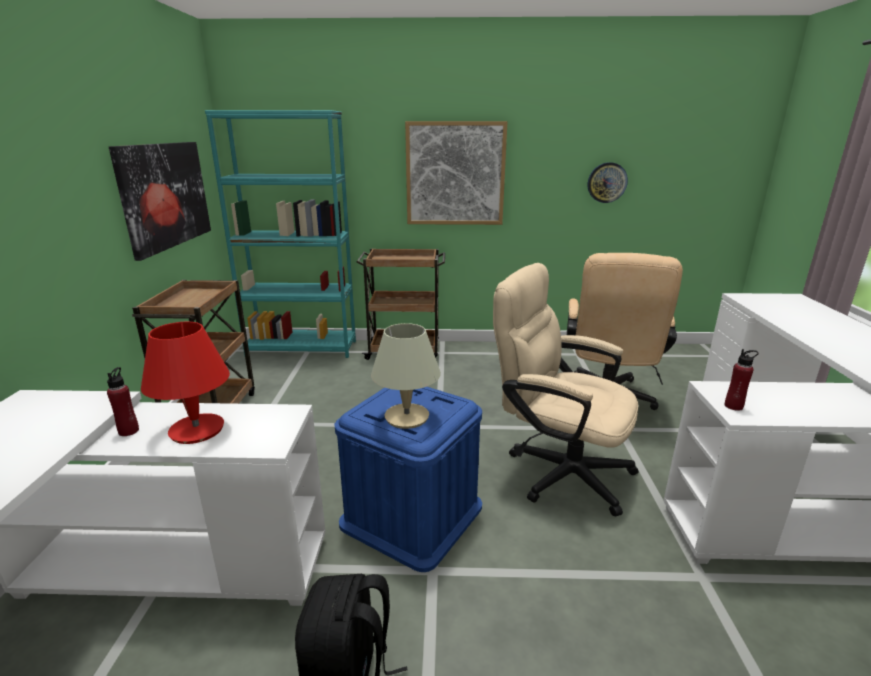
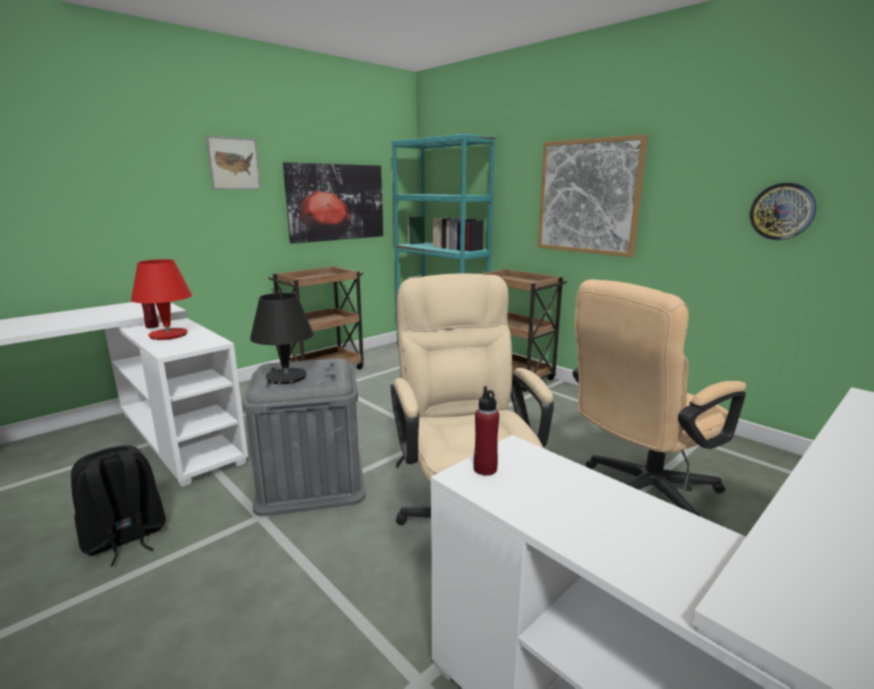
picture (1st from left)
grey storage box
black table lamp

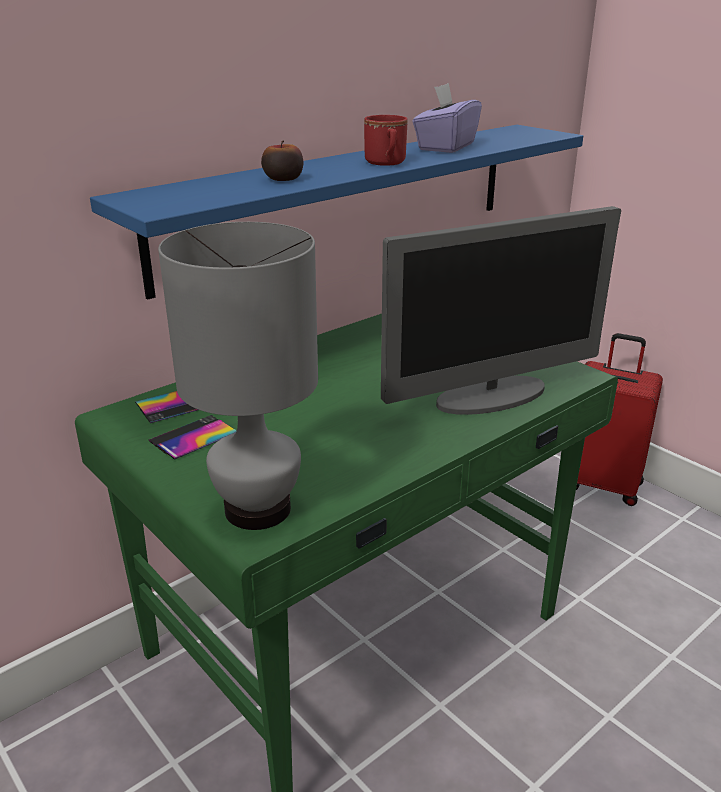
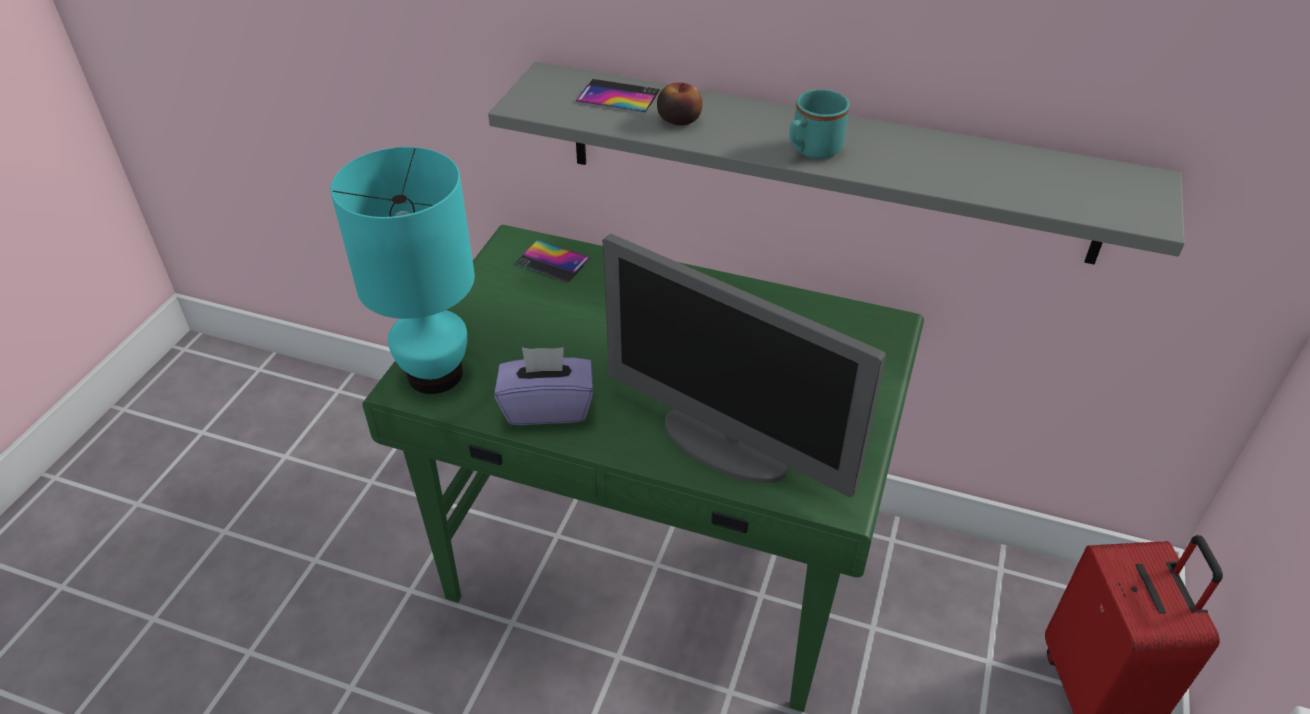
phone (2nd from left)
purple tissue box
grey shelf
turquoise table lamp
turquoise mug

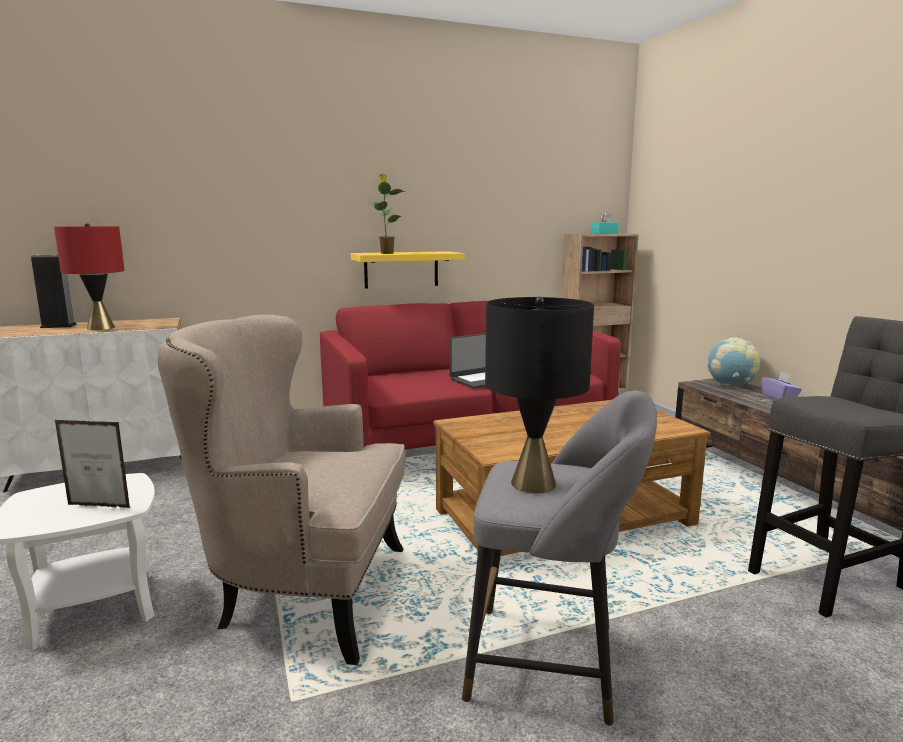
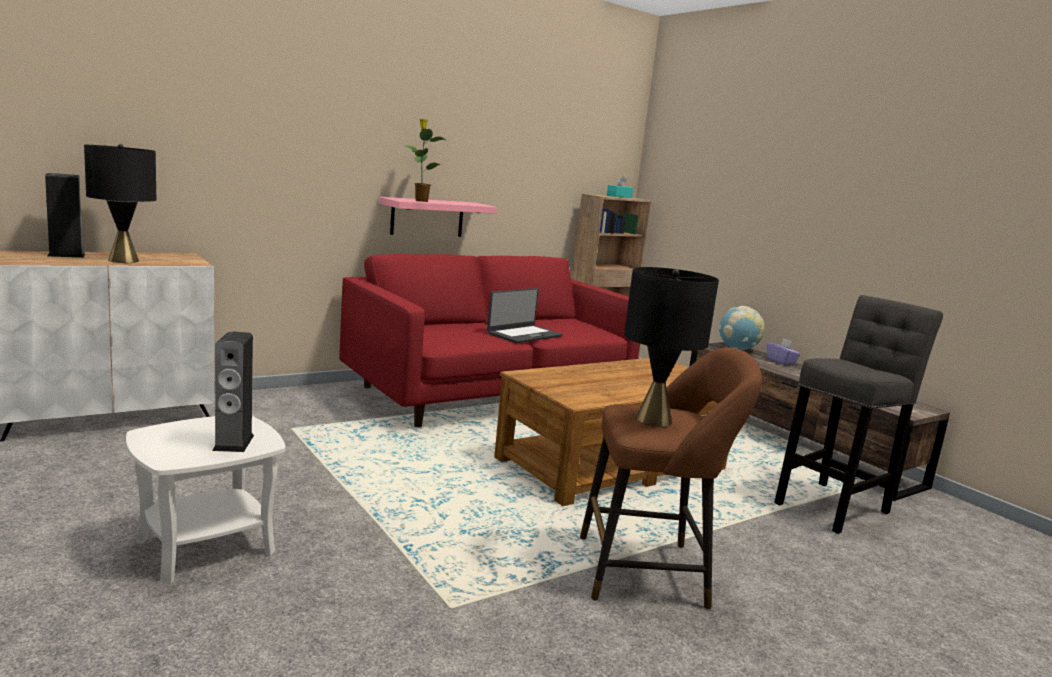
beige armchair
speaker (2nd from left)
black table lamp (1st from left)
pink shelf
brown stool

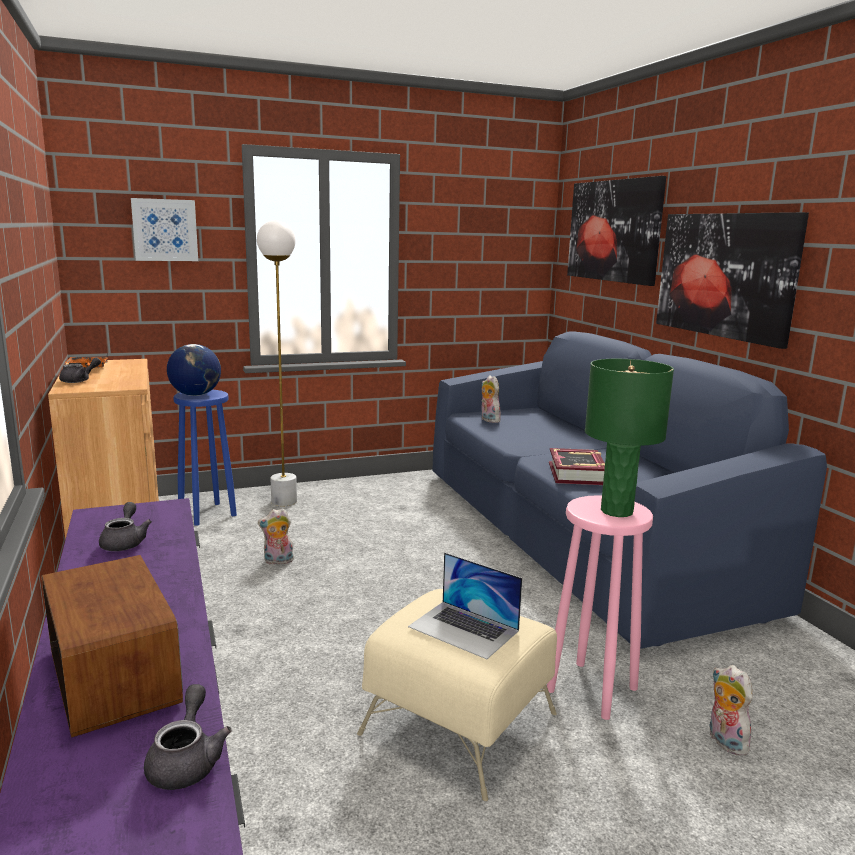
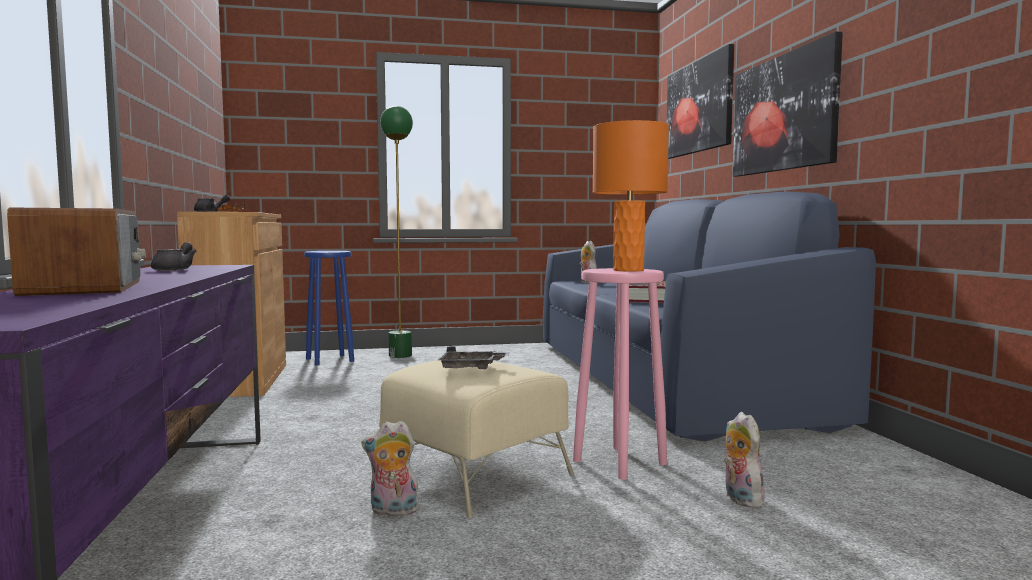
picture (1st from left in the first image)
grey teapot (3rd from left in the first image)
globe
plush toy (1st from left)
grey tray
green floor lamp
orange table lamp

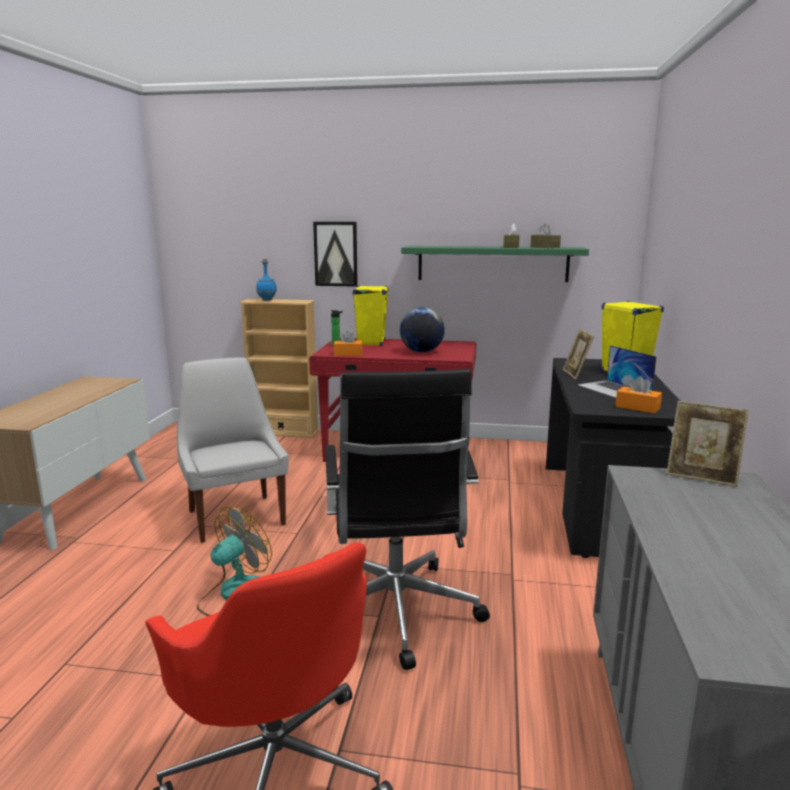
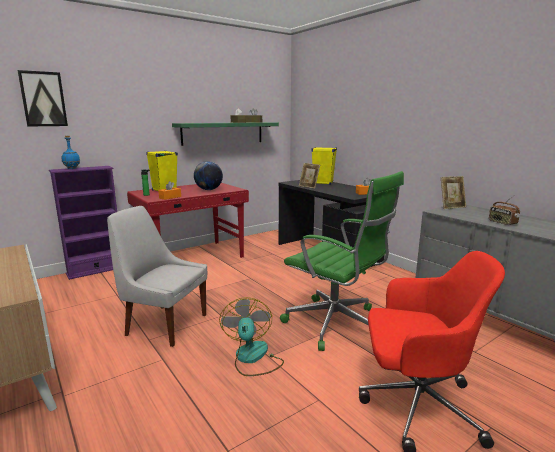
laptop
radio
picture
purple bookcase
green office chair

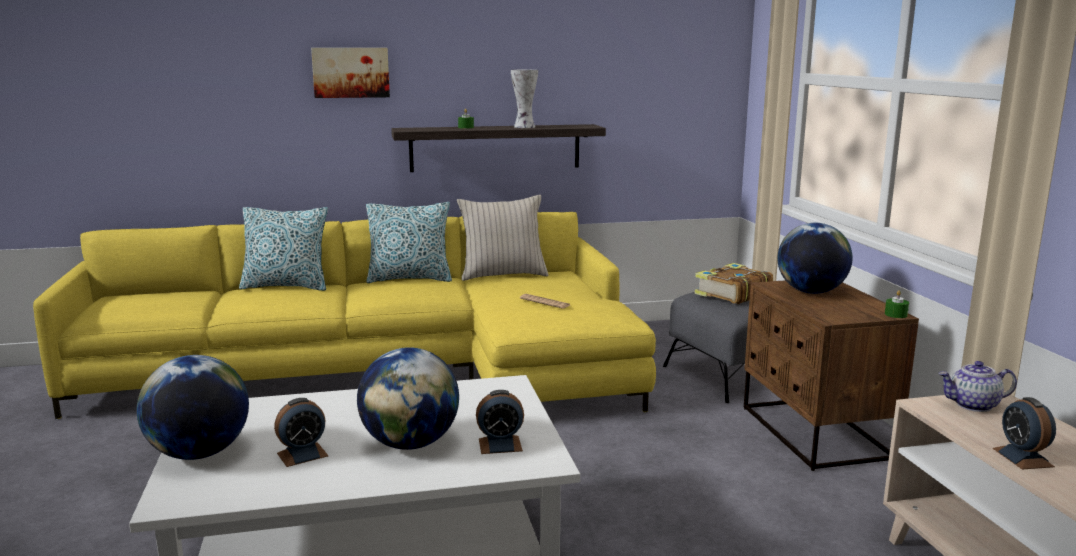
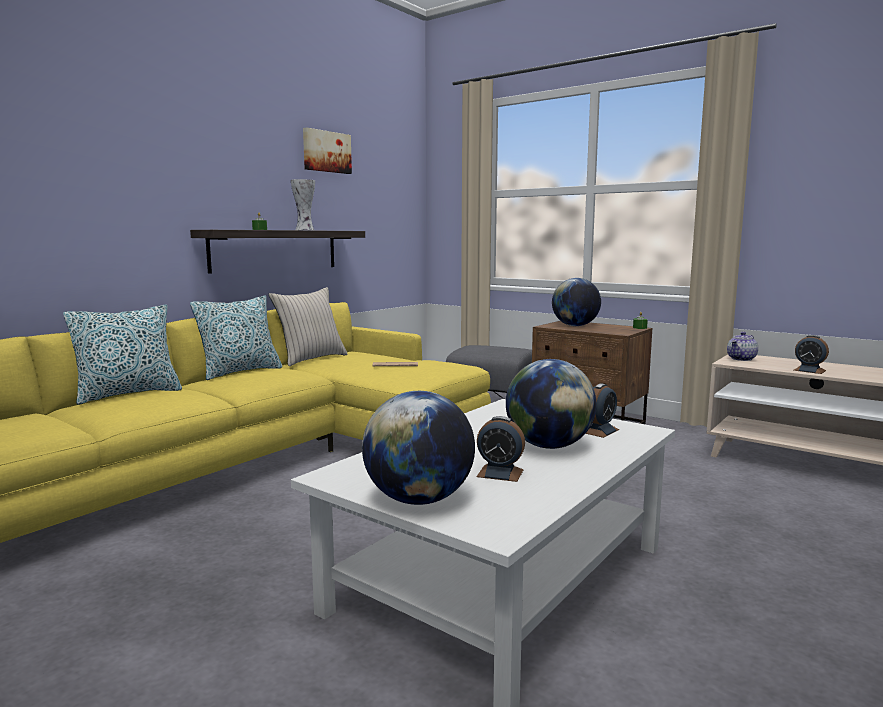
book
picture
alarm clock (1st from left)

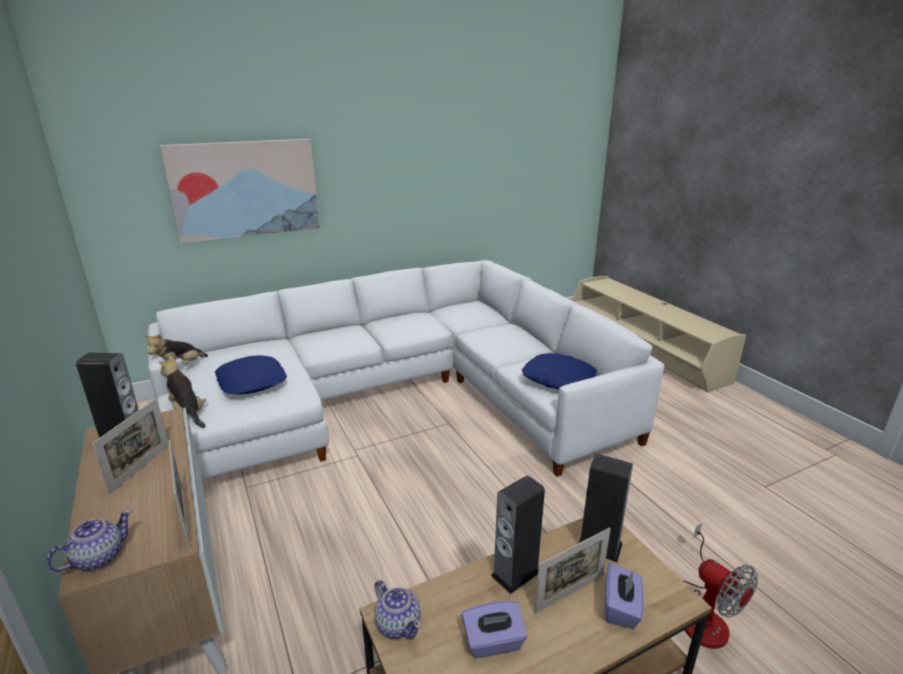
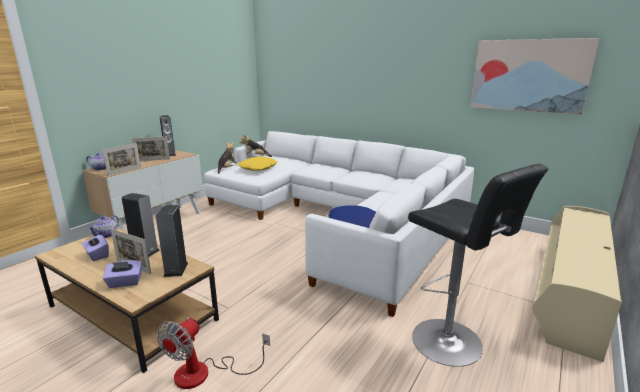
black stool
picture
yellow pillow

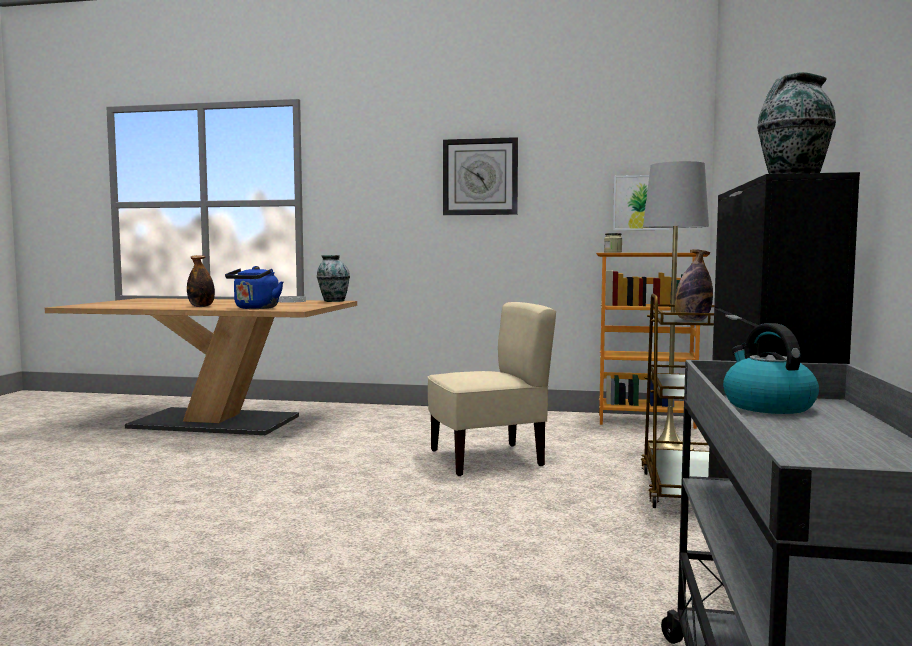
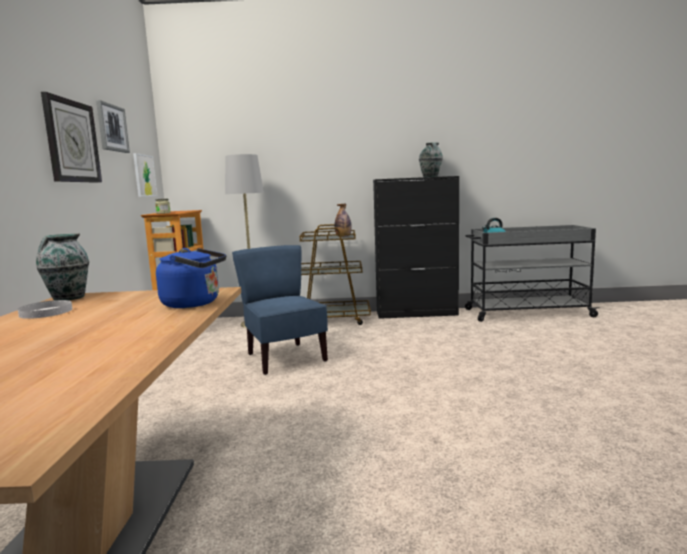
bottle (1st from left in the first image)
picture (1st from left)
blue chair

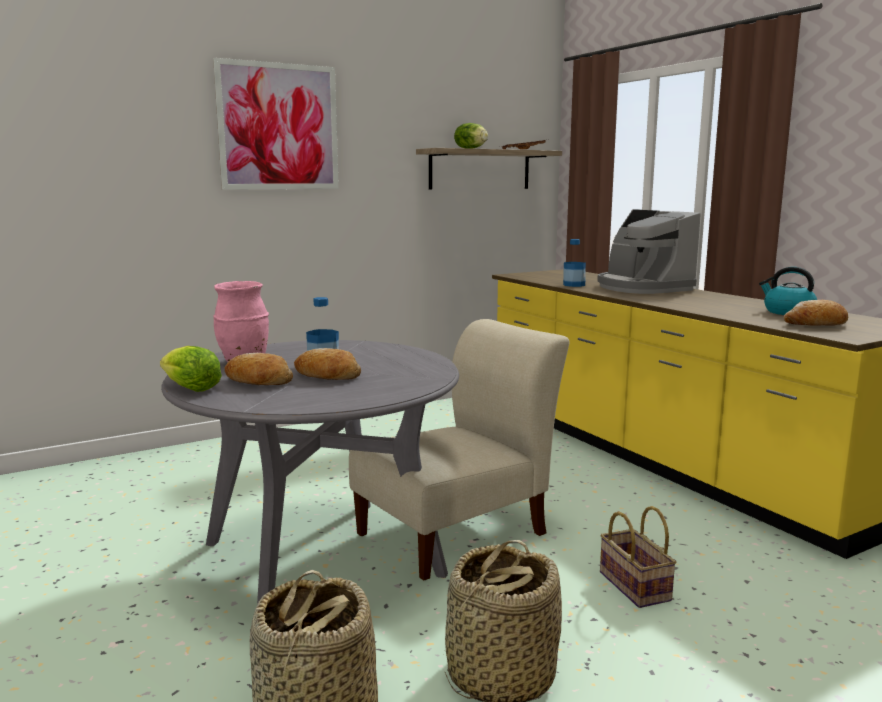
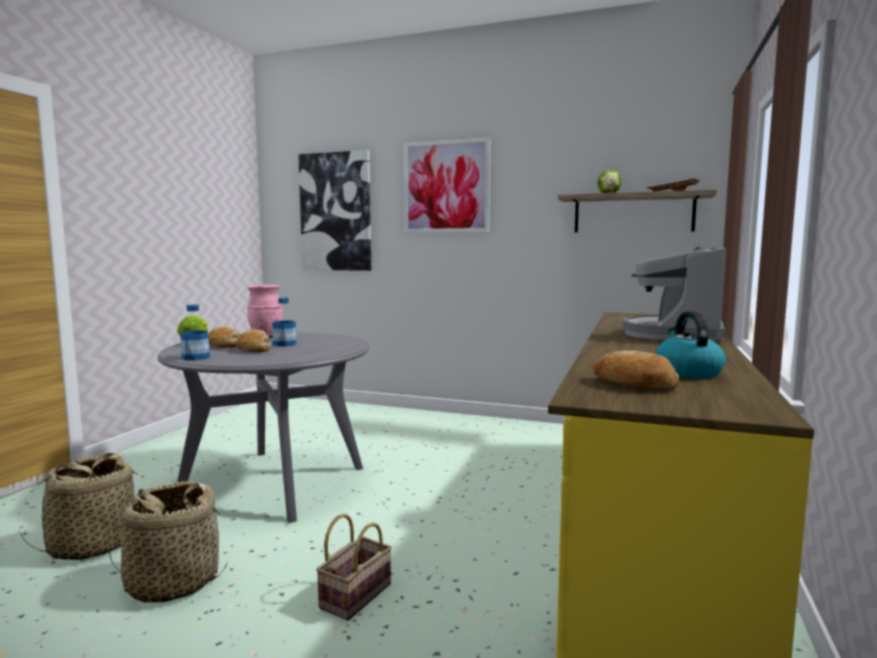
beige chair
picture (1st from left)
bottle (1st from left)

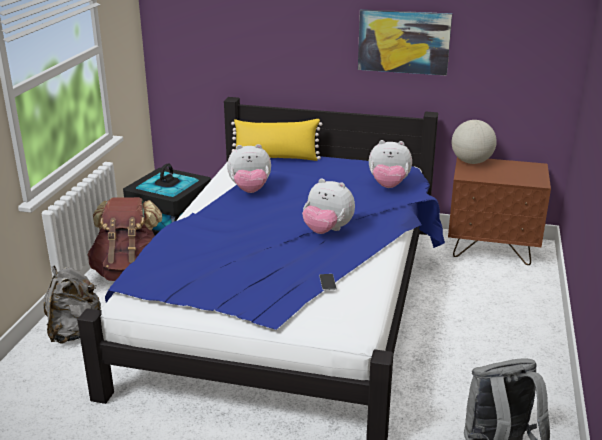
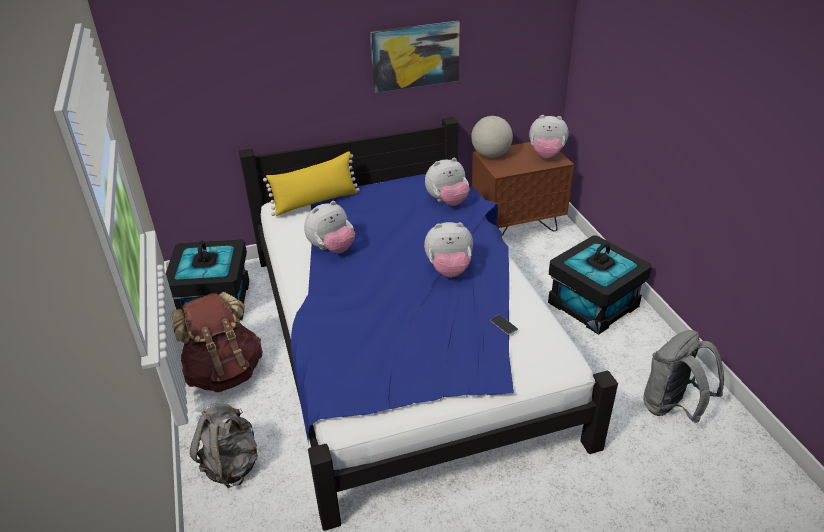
plush toy (4th from left)
black storage box (2nd from left)

